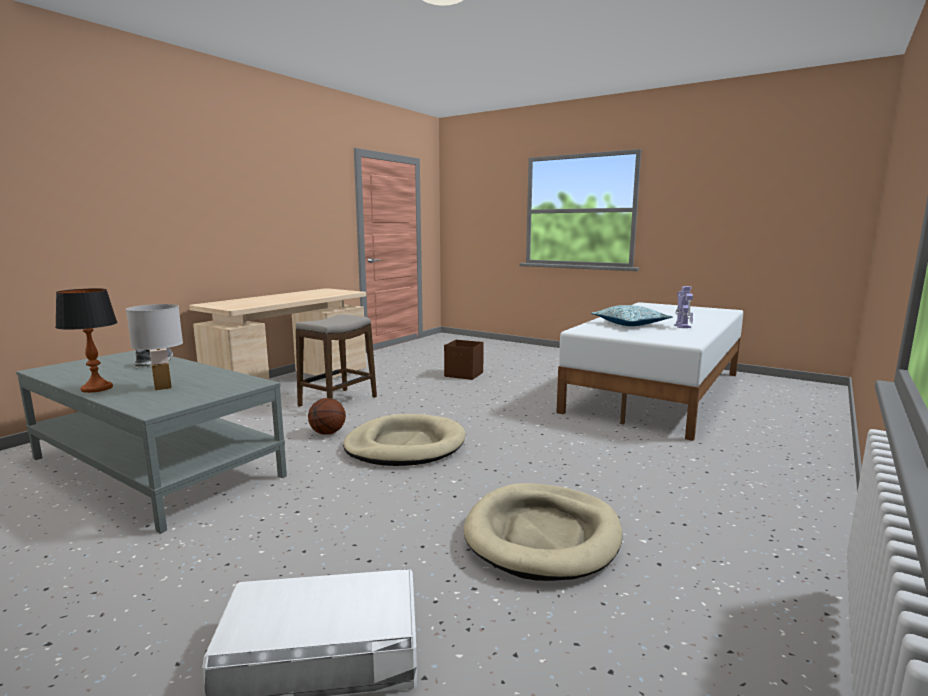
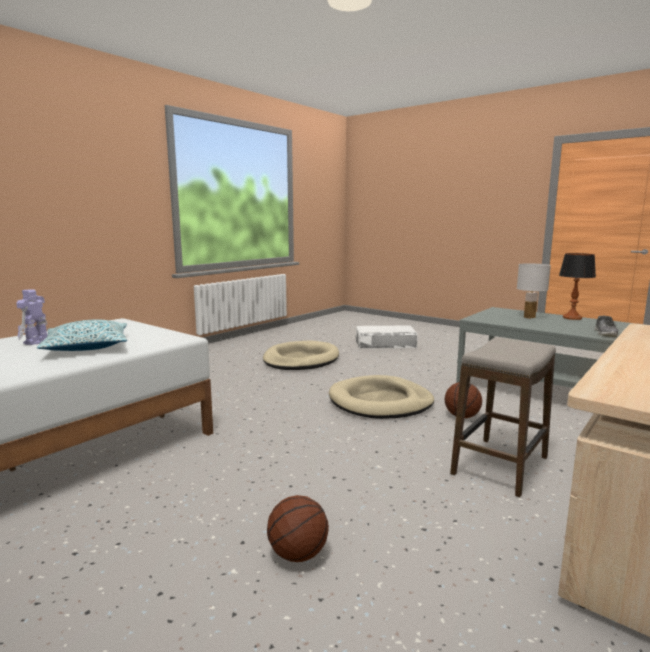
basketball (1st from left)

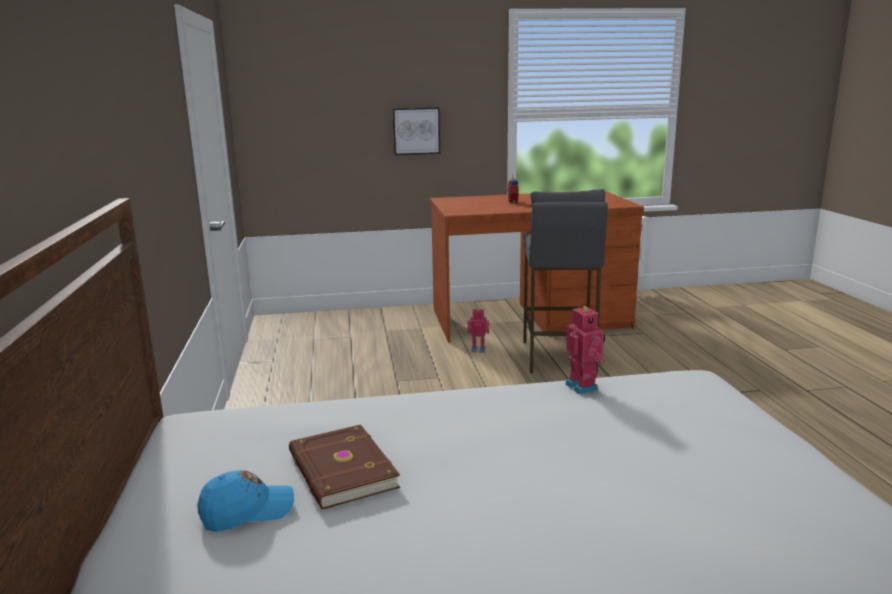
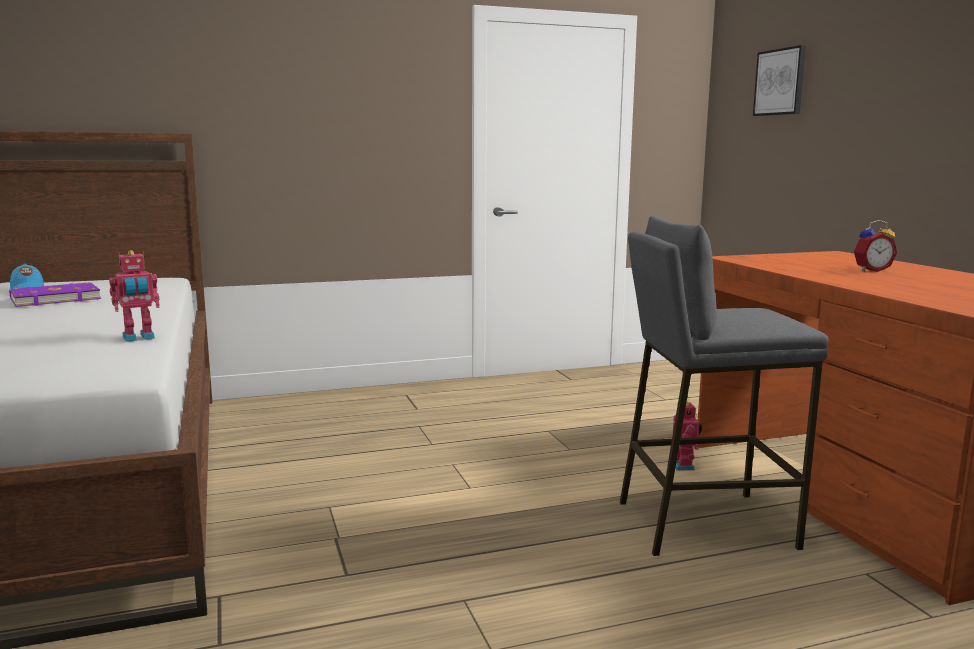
picture
purple book

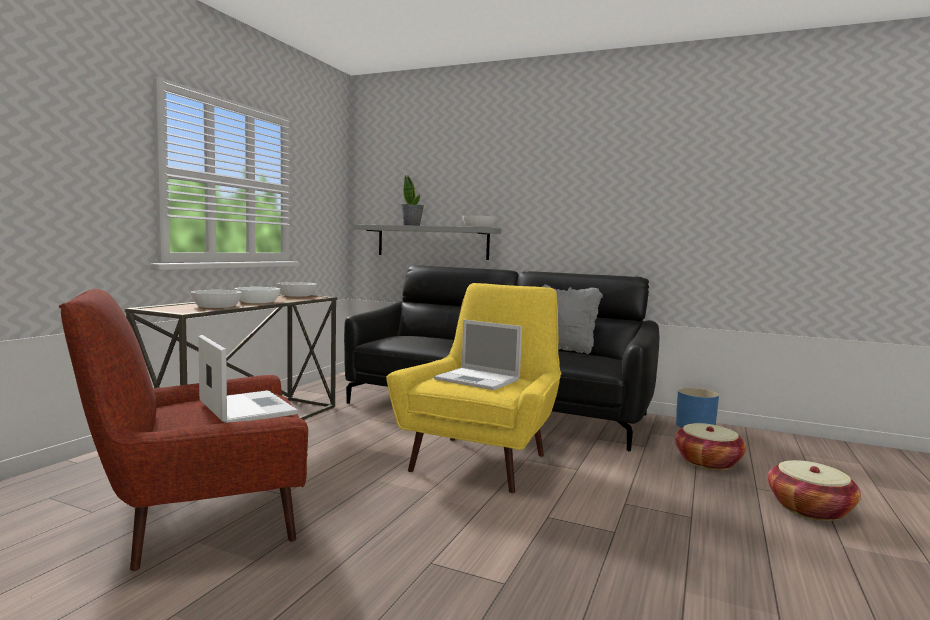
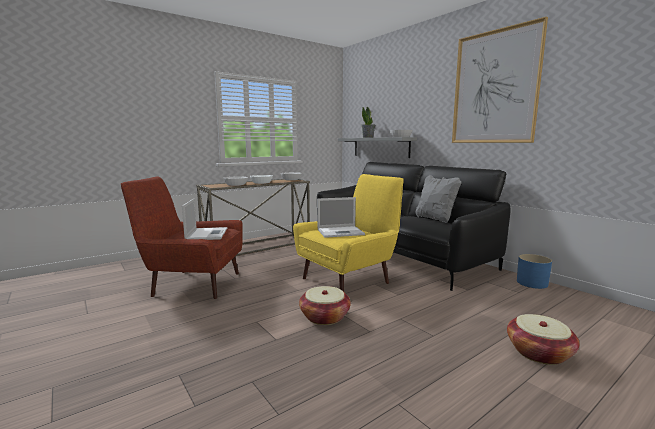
picture
basket (1st from left)
laptop (2nd from left)

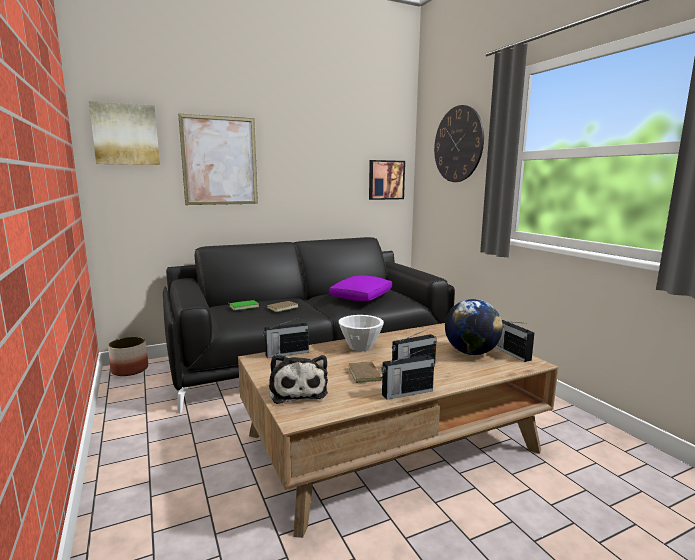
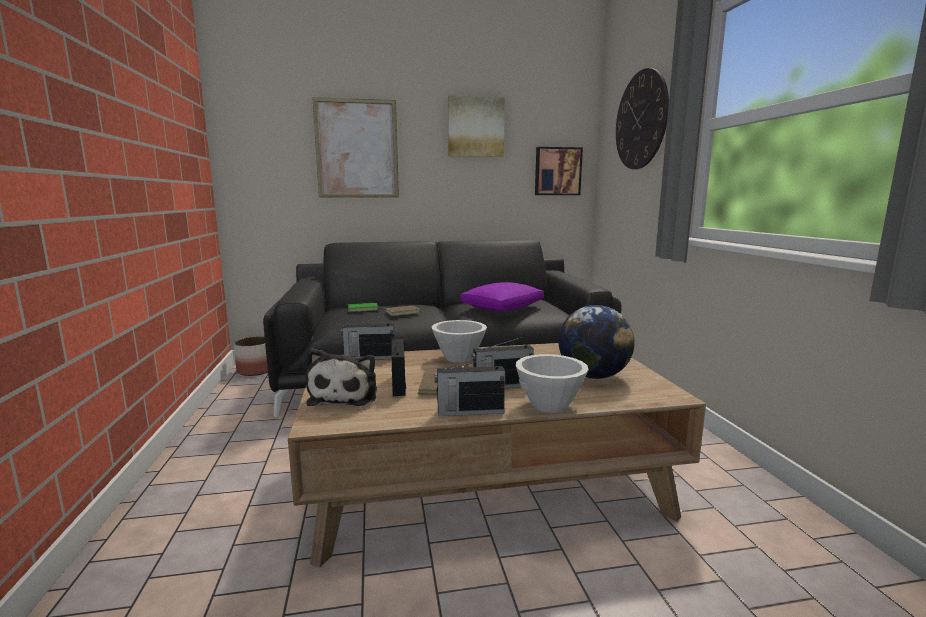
white bowl (2nd from left)
picture (2nd from left)
radio (2nd from left)

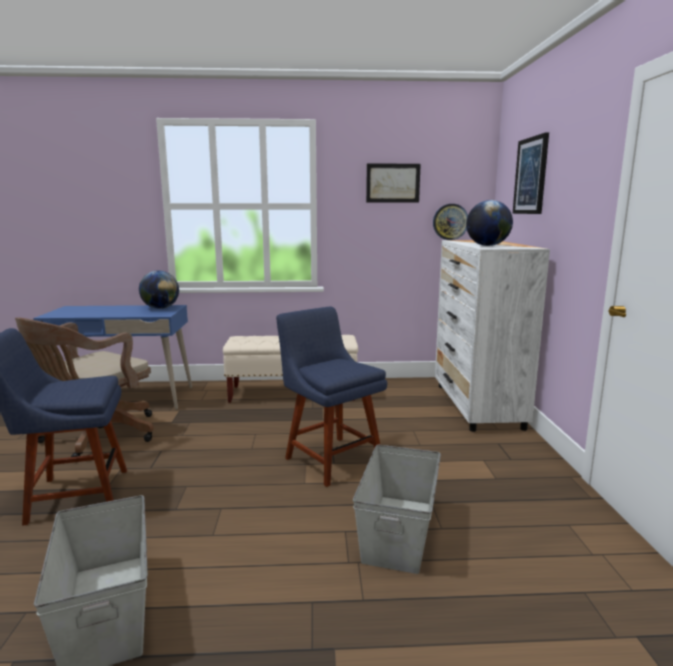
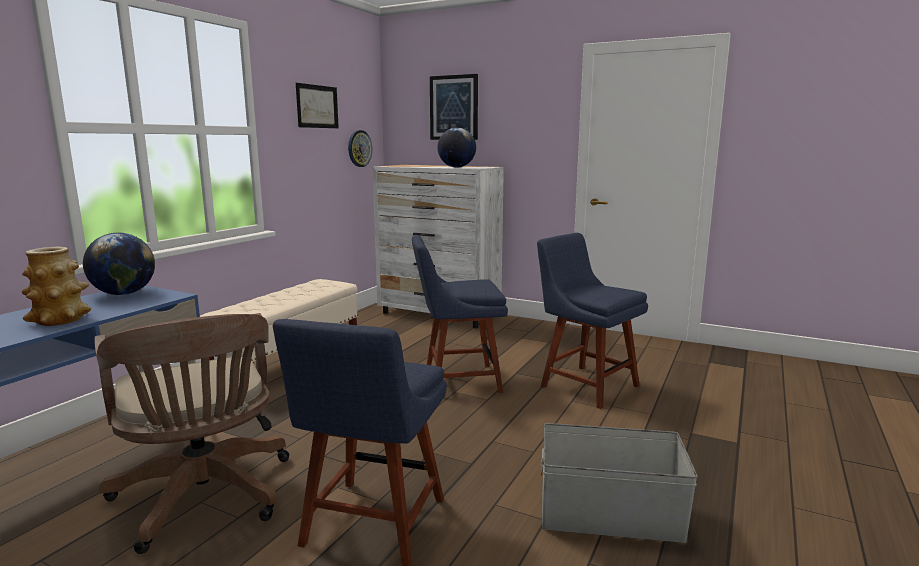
vase
blue chair (3rd from left)

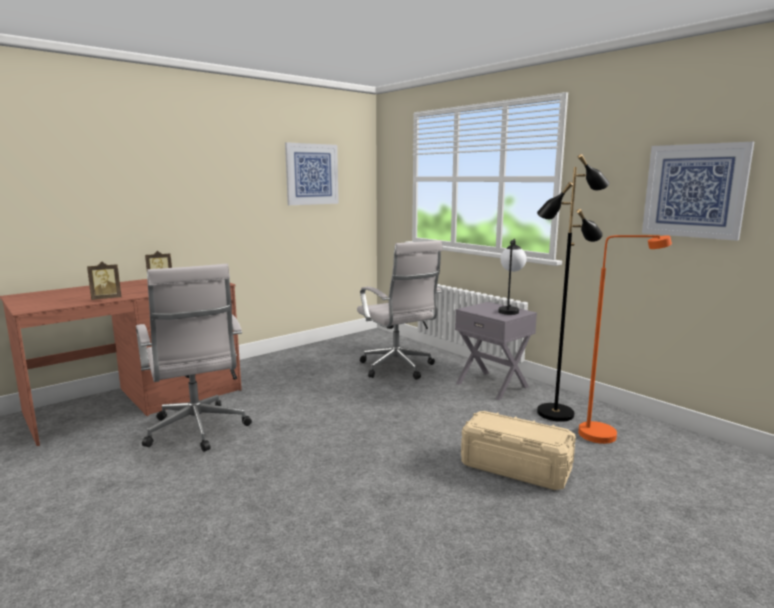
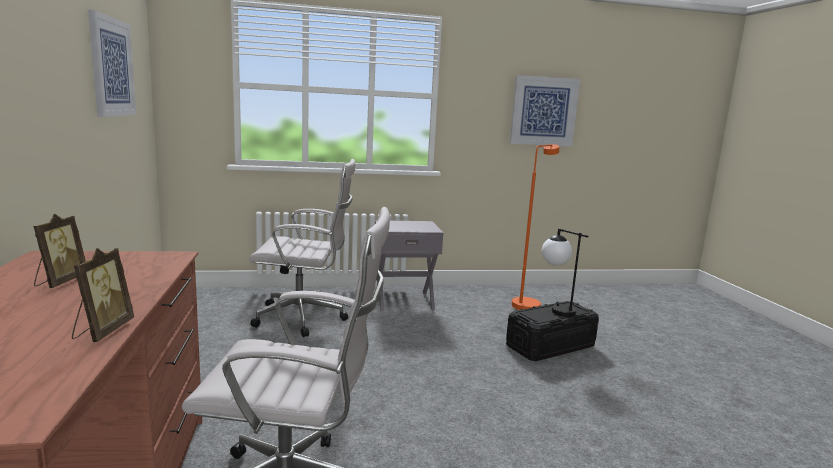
black floor lamp
table lamp
black storage box

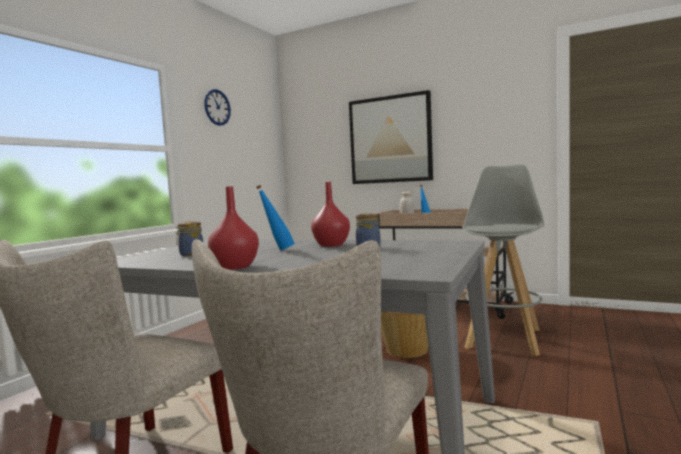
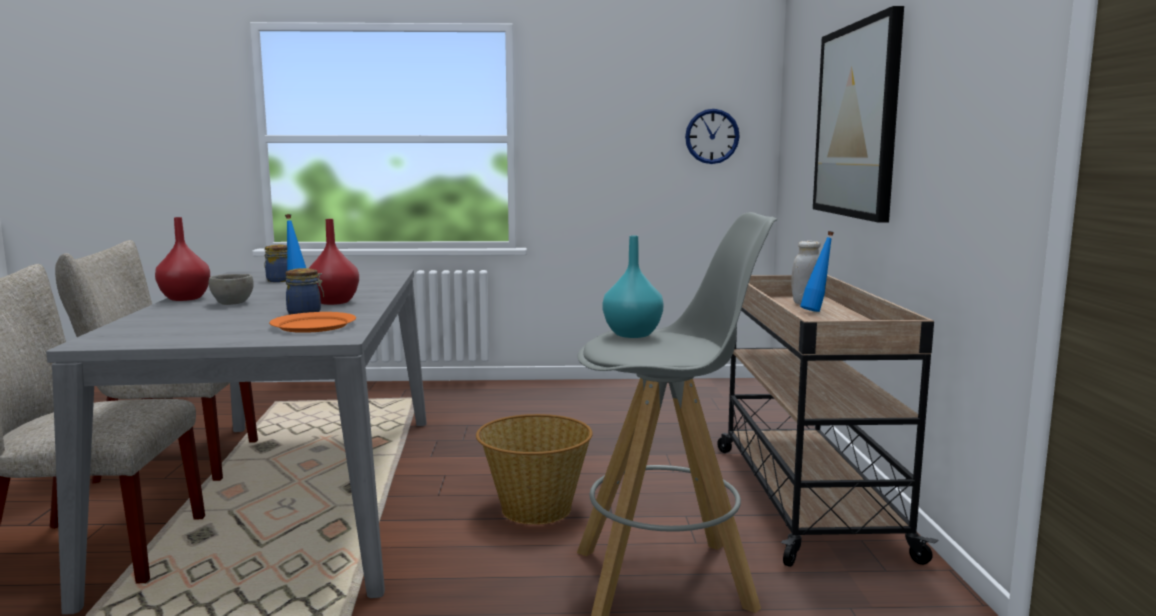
grey bowl
orange plate
turquoise vase
wall clock

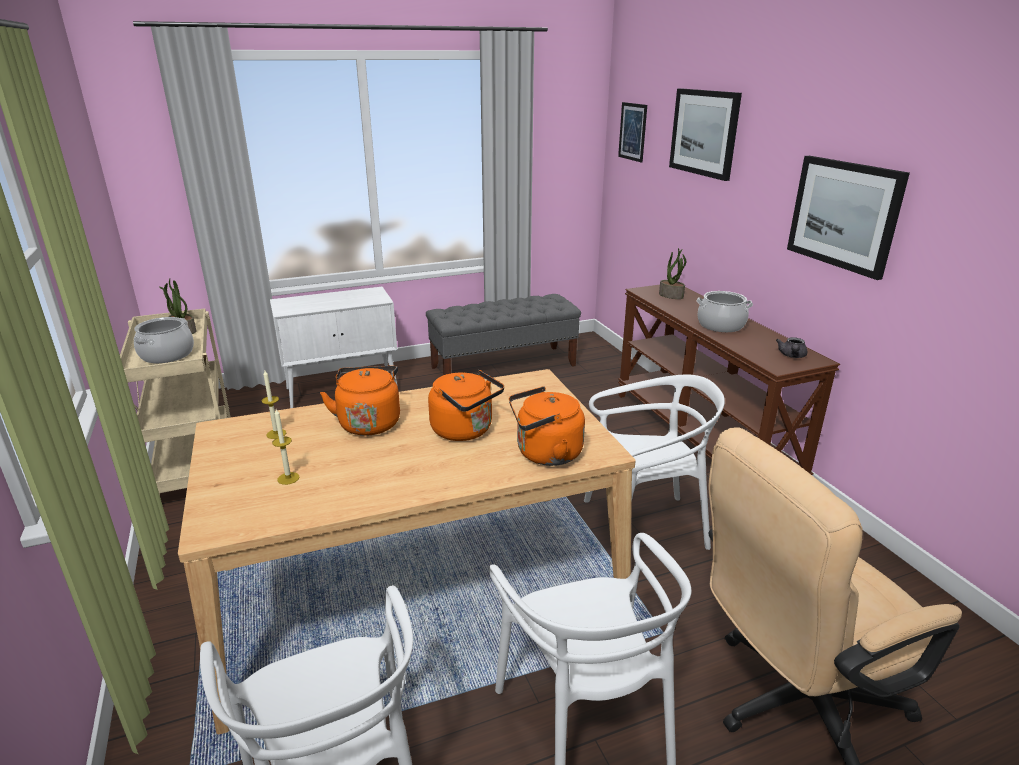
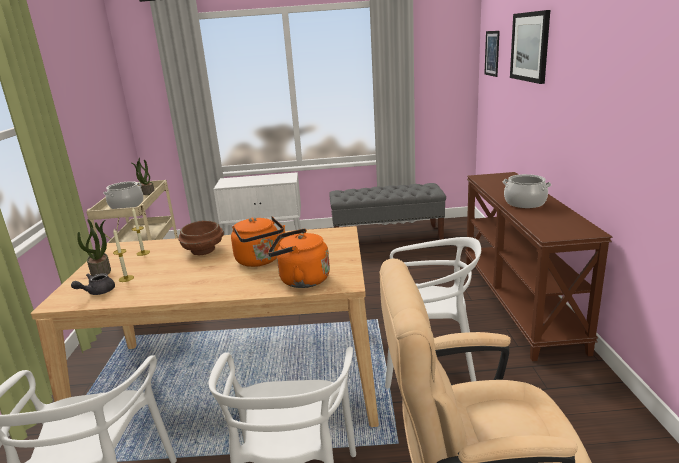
picture (3rd from left in the first image)
potted plant (1st from left)
grey teapot
brown bowl

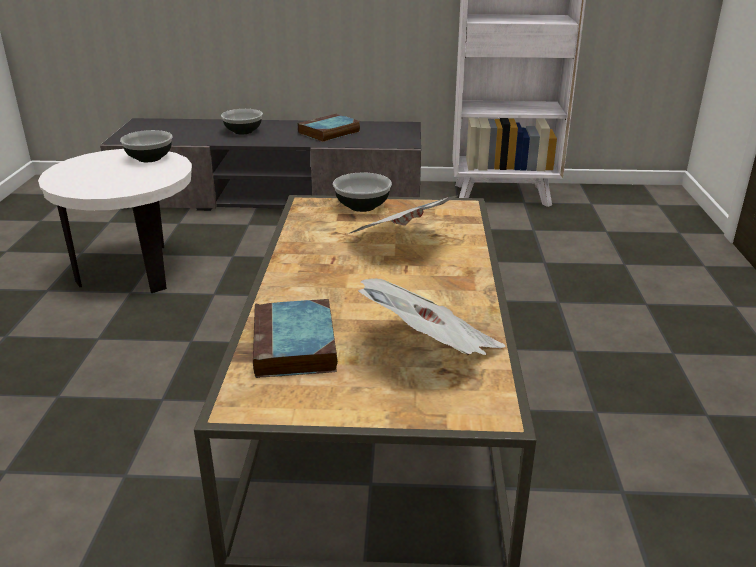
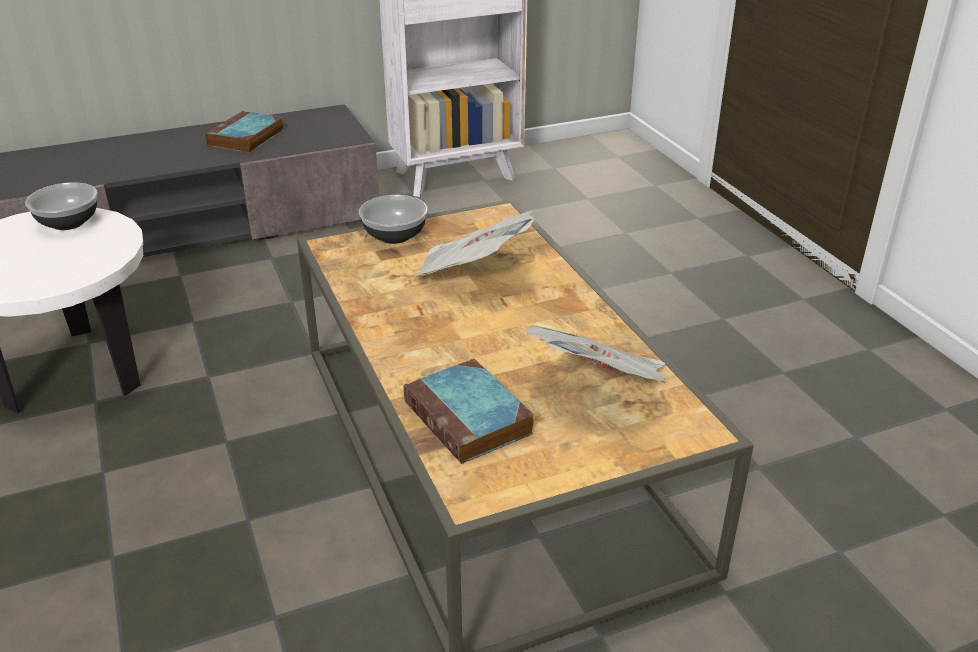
bowl (2nd from left in the first image)

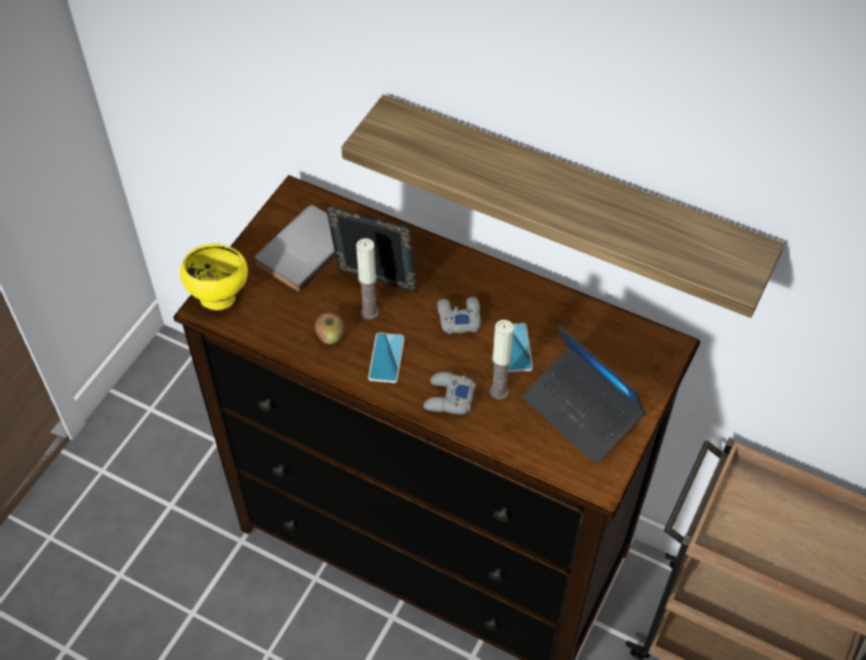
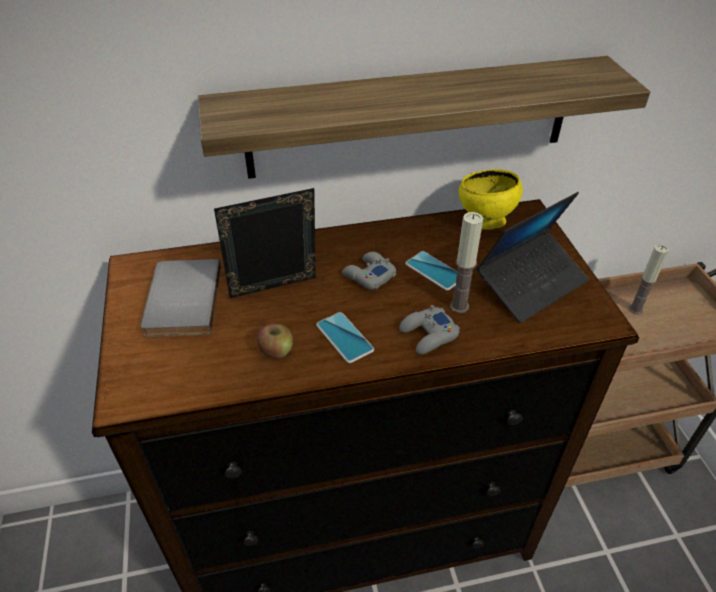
yellow bowl
candle (2nd from left)
laptop

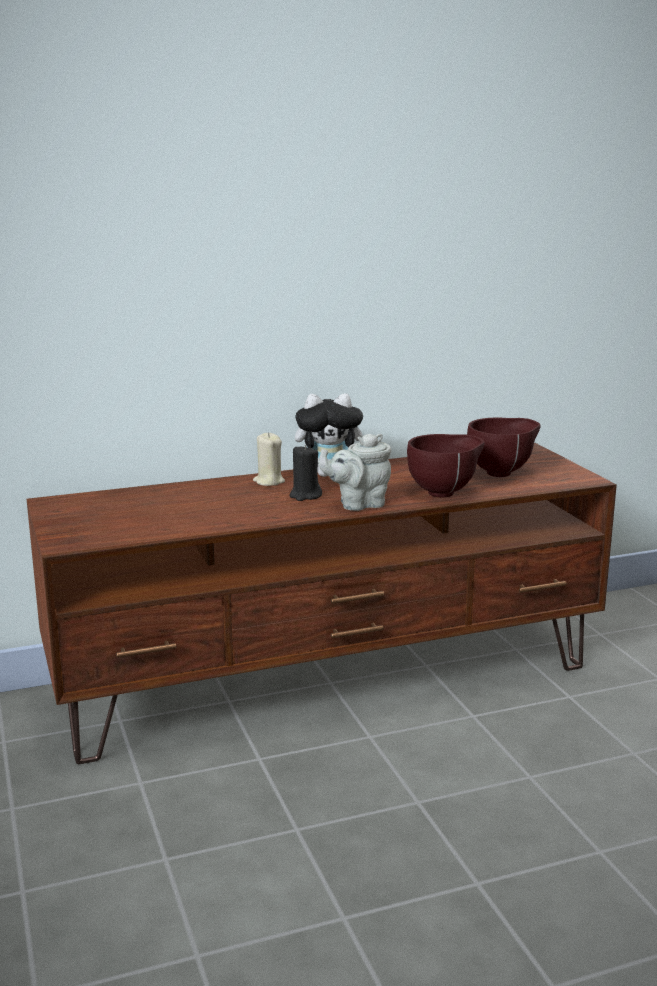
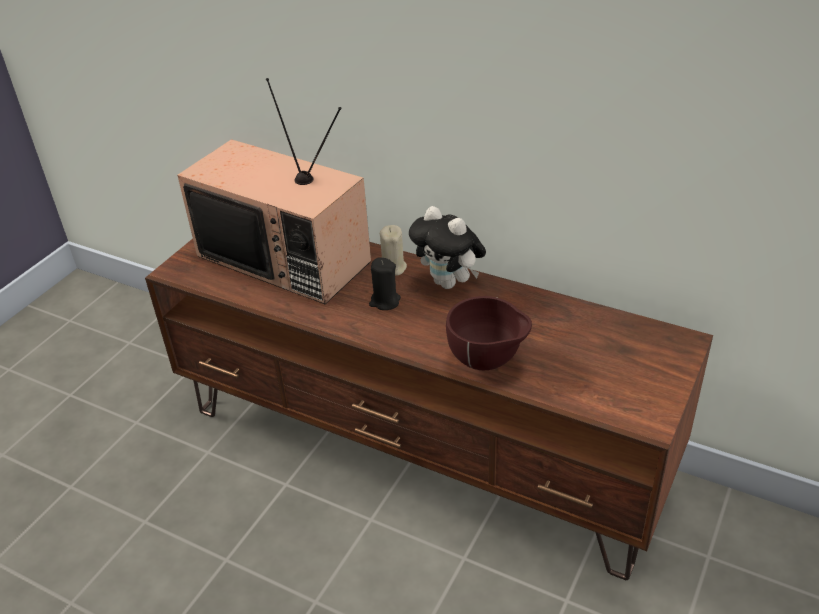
grey teapot
brown bowl (2nd from left in the first image)
television

